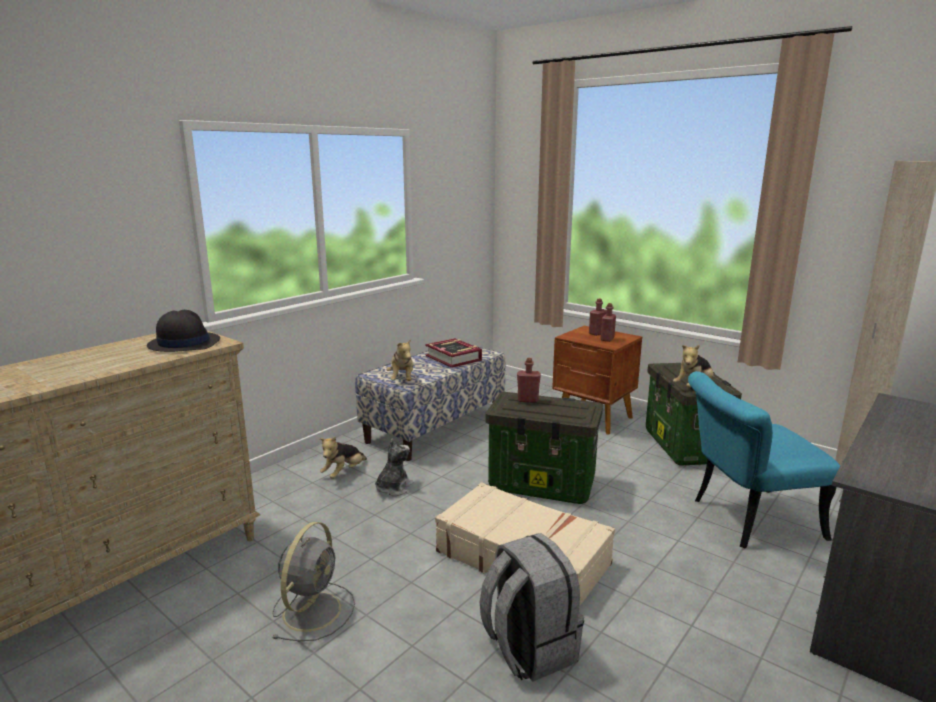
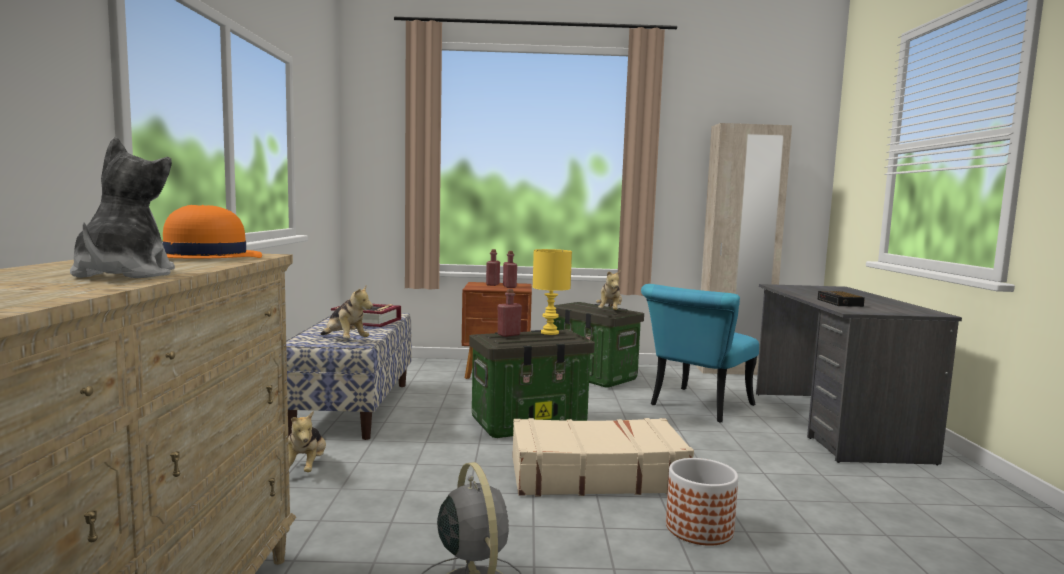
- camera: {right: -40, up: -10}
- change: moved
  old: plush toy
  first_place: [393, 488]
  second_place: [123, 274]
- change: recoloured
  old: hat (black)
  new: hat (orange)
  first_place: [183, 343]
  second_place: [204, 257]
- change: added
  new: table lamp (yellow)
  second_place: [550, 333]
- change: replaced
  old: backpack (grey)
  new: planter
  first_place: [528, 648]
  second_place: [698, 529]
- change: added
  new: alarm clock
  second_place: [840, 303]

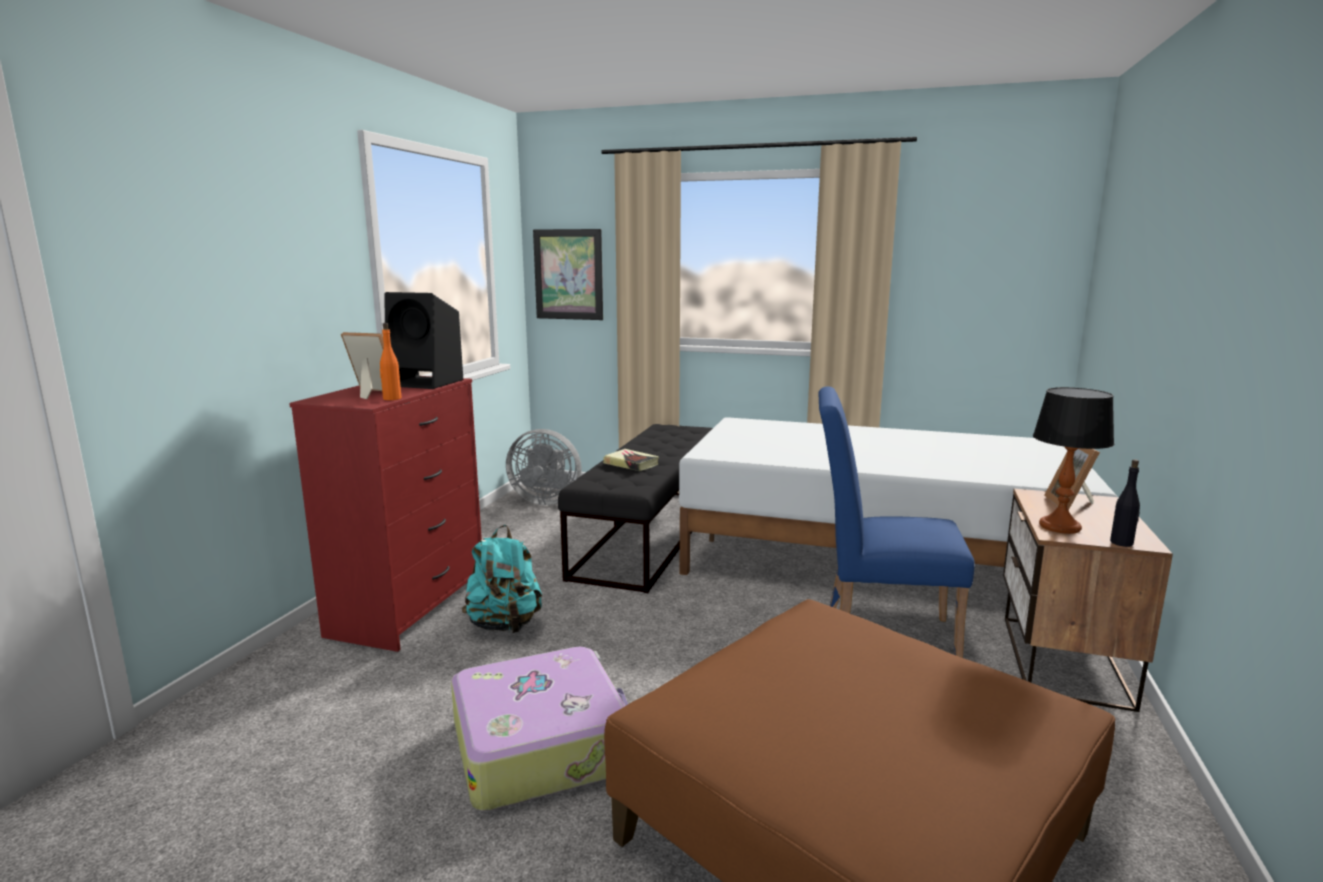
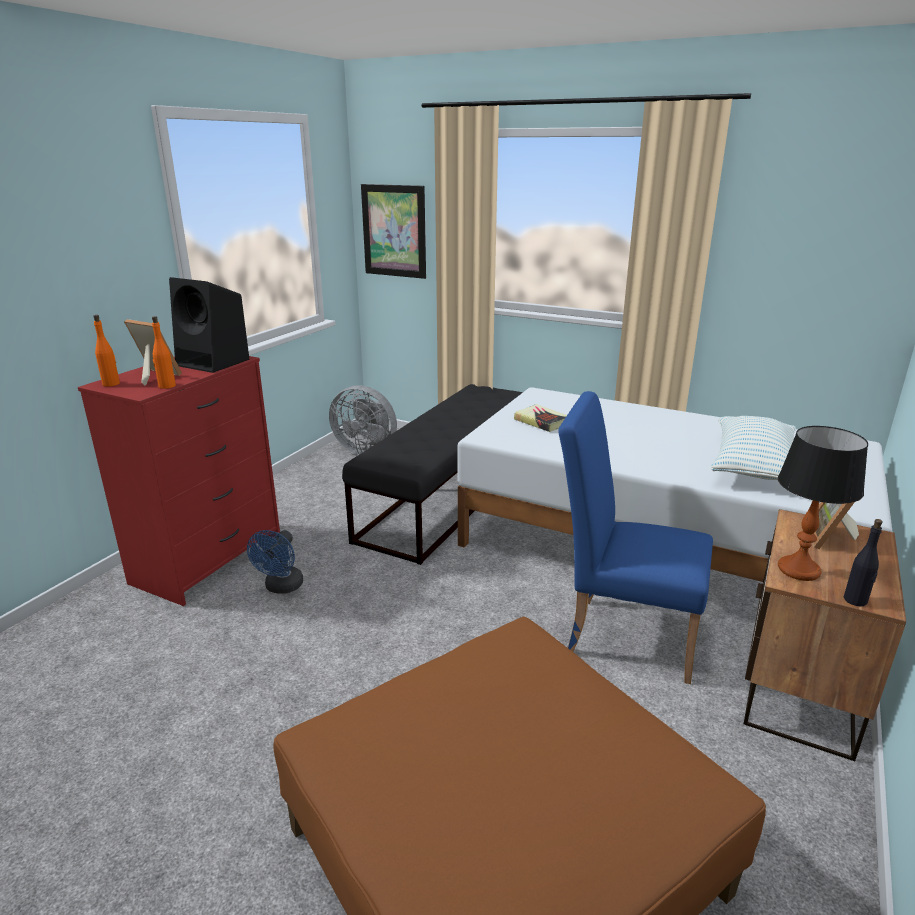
- camera: {right: 10, up: 10}
- change: added
  new: bottle (orange)
  second_place: [111, 384]
- change: replaced
  old: backpack (turquoise)
  new: fan (blue)
  first_place: [505, 625]
  second_place: [281, 587]
- change: moved
  old: book
  first_place: [631, 464]
  second_place: [541, 422]
- change: added
  new: pillow
  second_place: [752, 465]
- change: removed
  old: suitcase
  first_place: [542, 744]

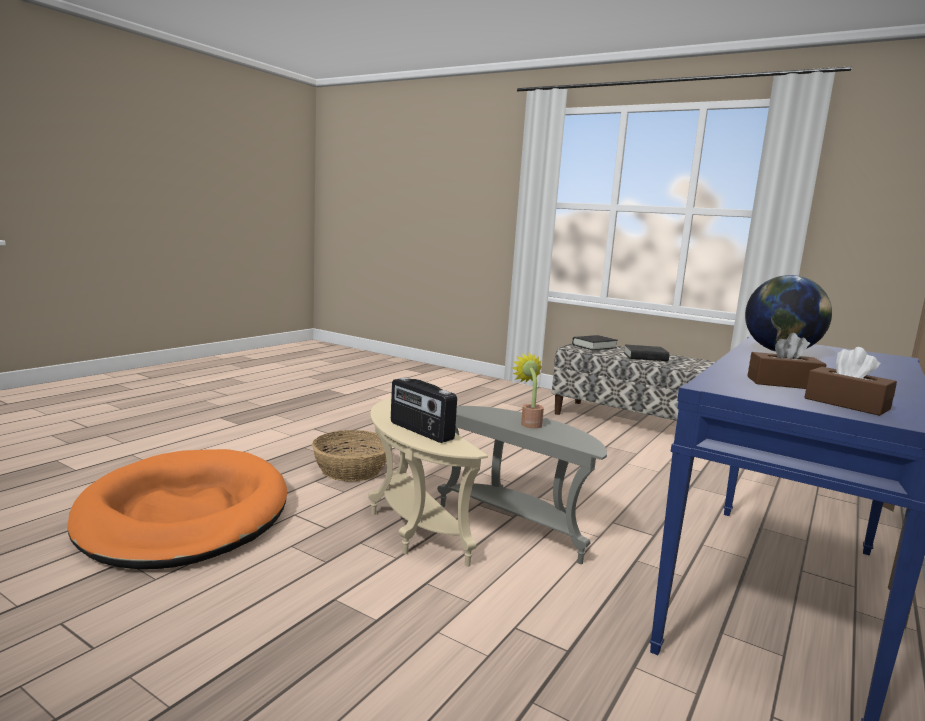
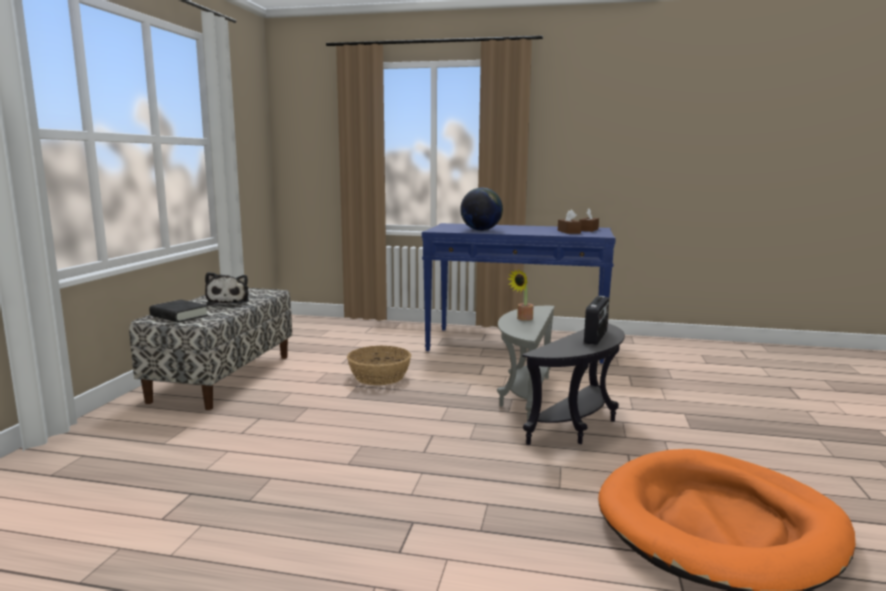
- camera: {right: -110, up: 0}
- change: replaced
  old: book (black)
  new: plush toy
  first_place: [645, 357]
  second_place: [228, 301]
- change: moved
  old: basket
  first_place: [352, 470]
  second_place: [379, 377]
- change: recoloured
  old: side table (beige)
  new: side table (black)
  first_place: [410, 528]
  second_place: [579, 426]

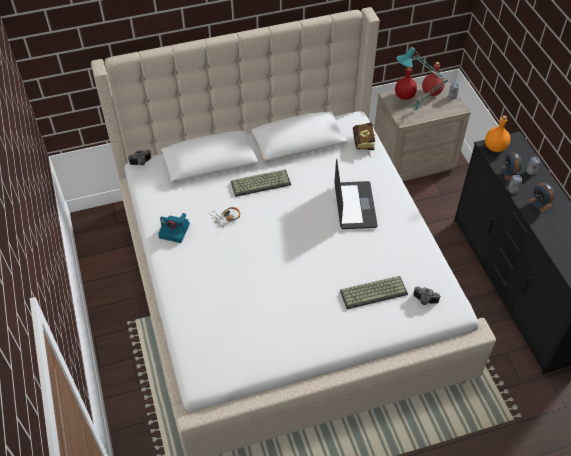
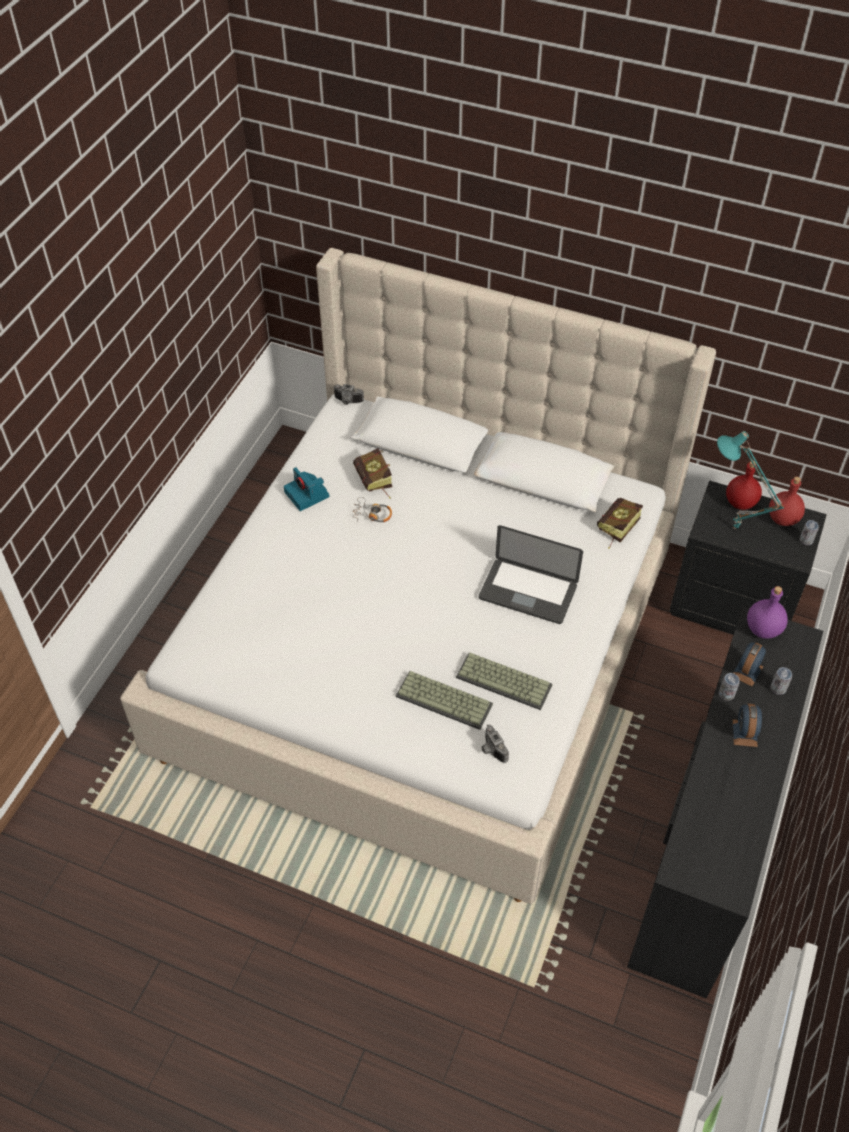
- camera: {right: 40, up: 0}
- change: added
  new: book
  second_place: [375, 483]
- change: moved
  old: keyboard
  first_place: [261, 182]
  second_place: [505, 680]
- change: turned
  old: laptop
  first_place: [355, 206]
  second_place: [528, 592]
  degrees: 75
- change: recoloured
  old: nightstand (beige)
  new: nightstand (black)
  first_place: [412, 160]
  second_place: [732, 604]
- change: recoloured
  old: bottle (orange)
  new: bottle (purple)
  first_place: [495, 148]
  second_place: [763, 630]

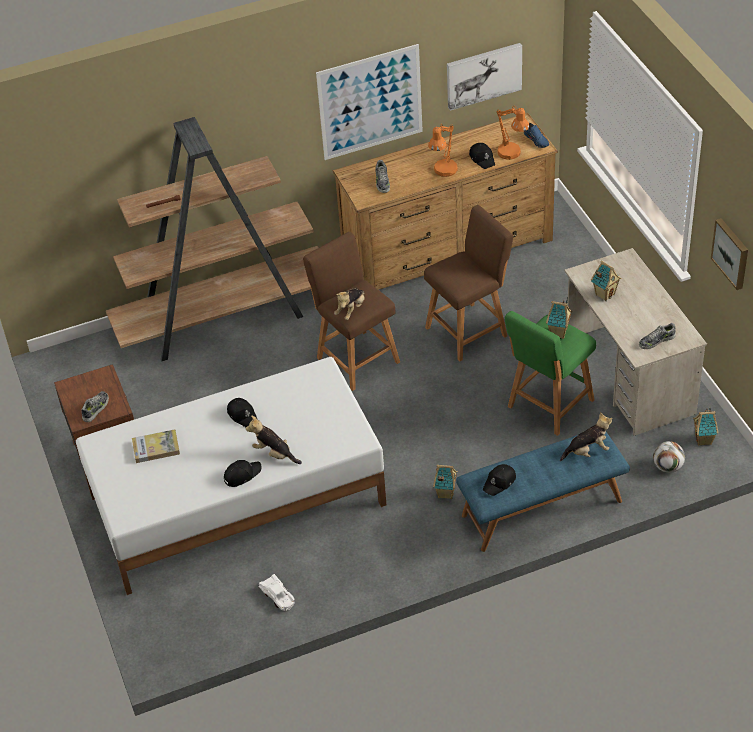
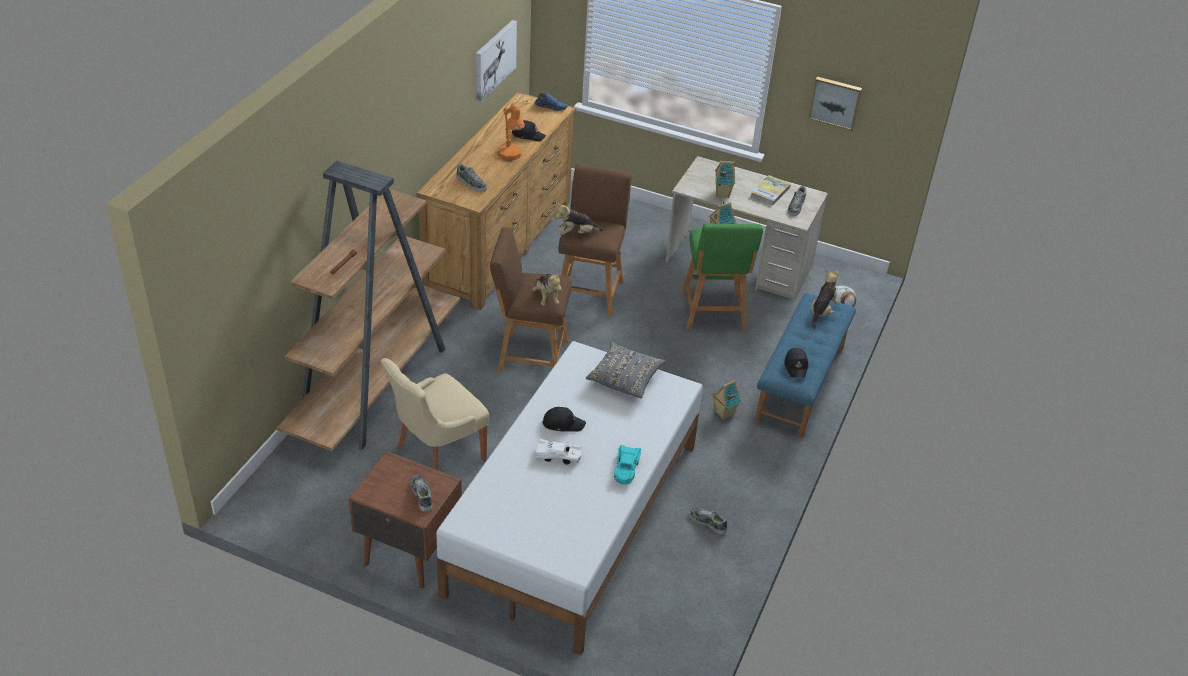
- camera: {right: -50, up: -5}
- change: added
  new: chair (beige)
  second_place: [437, 455]
- change: moved
  old: toy car (white)
  first_place: [278, 596]
  second_place: [558, 456]
- change: moved
  old: plush toy
  first_place: [274, 453]
  second_place: [576, 234]
- change: added
  new: pillow (grey)
  second_place: [625, 379]
- change: replaced
  old: cap (black)
  new: toy car (turquoise)
  first_place: [242, 475]
  second_place: [626, 468]
- change: added
  new: shoe
  second_place: [708, 522]
- change: moved
  old: book
  first_place: [156, 448]
  second_place: [770, 192]
- change: removed
  old: picture
  first_place: [370, 102]
- change: removed
  old: table lamp (orange)
  first_place: [512, 154]
- change: removed
  old: toy house
  first_place: [704, 440]

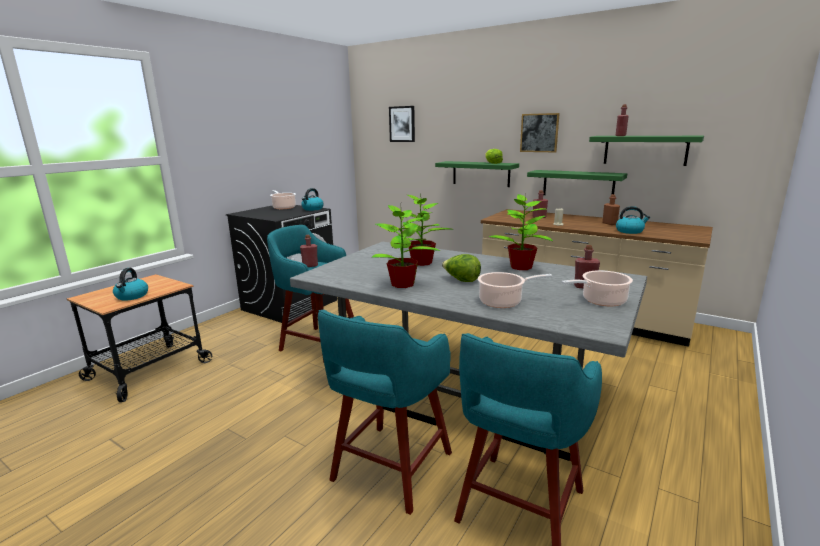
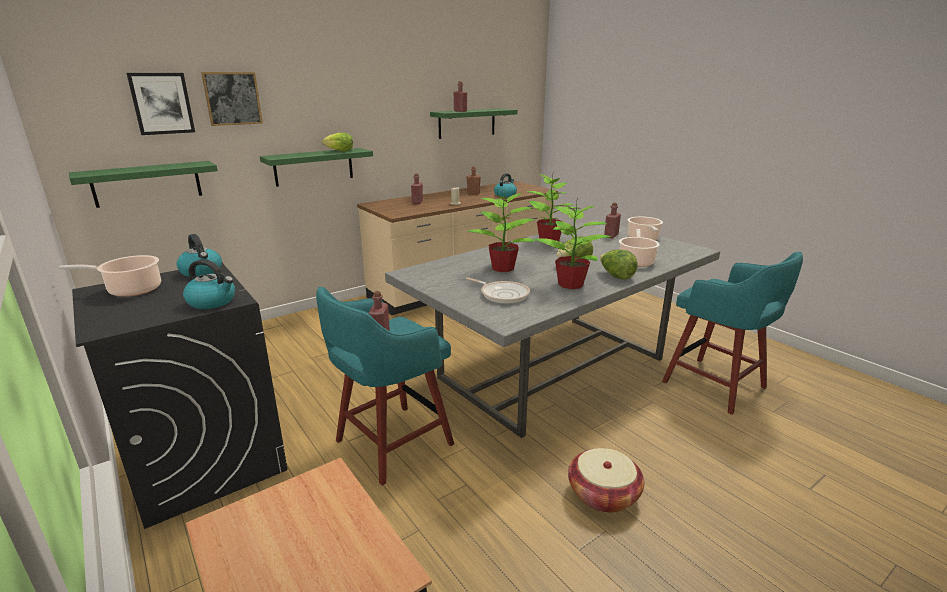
- camera: {right: -70, up: 5}
- change: moved
  old: shelf (green)
  first_place: [578, 184]
  second_place: [147, 183]
- change: moved
  old: kettle
  first_place: [132, 296]
  second_place: [213, 302]
- change: moved
  old: picture
  first_place: [539, 133]
  second_place: [232, 98]
- change: added
  new: frying pan
  second_place: [502, 294]
- change: added
  new: basket
  second_place: [603, 494]
- change: added
  new: lettuce
  second_place: [616, 276]
- change: removed
  old: stool (turquoise)
  first_place: [390, 468]

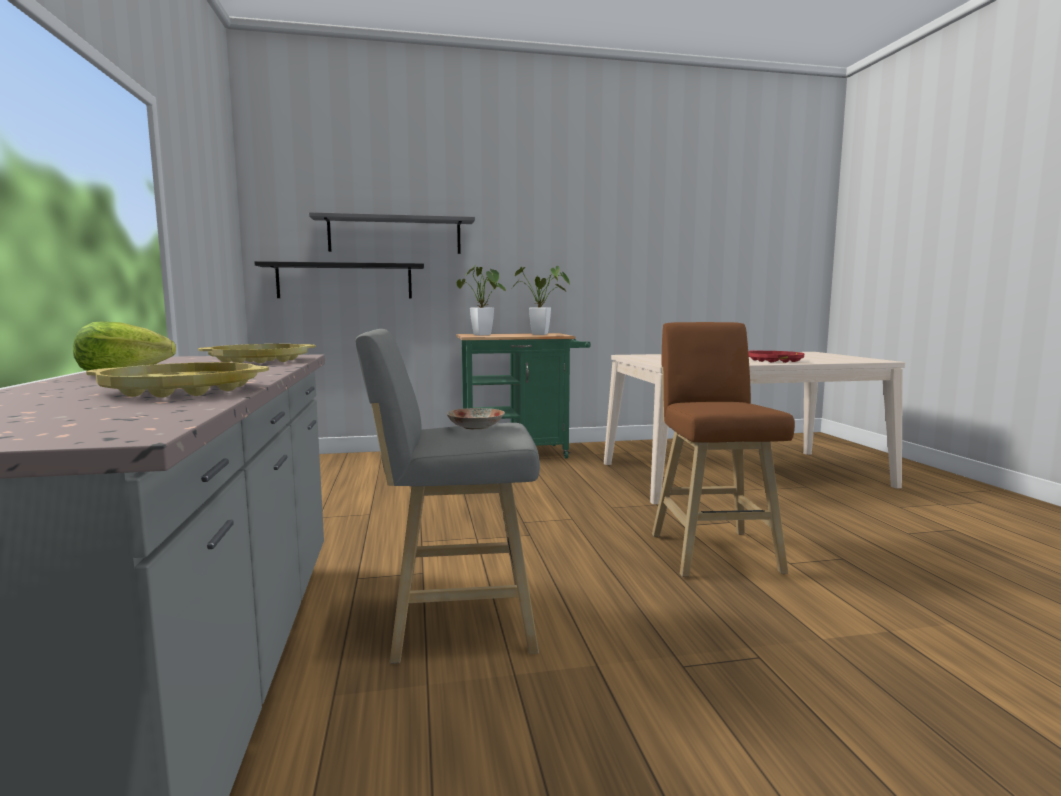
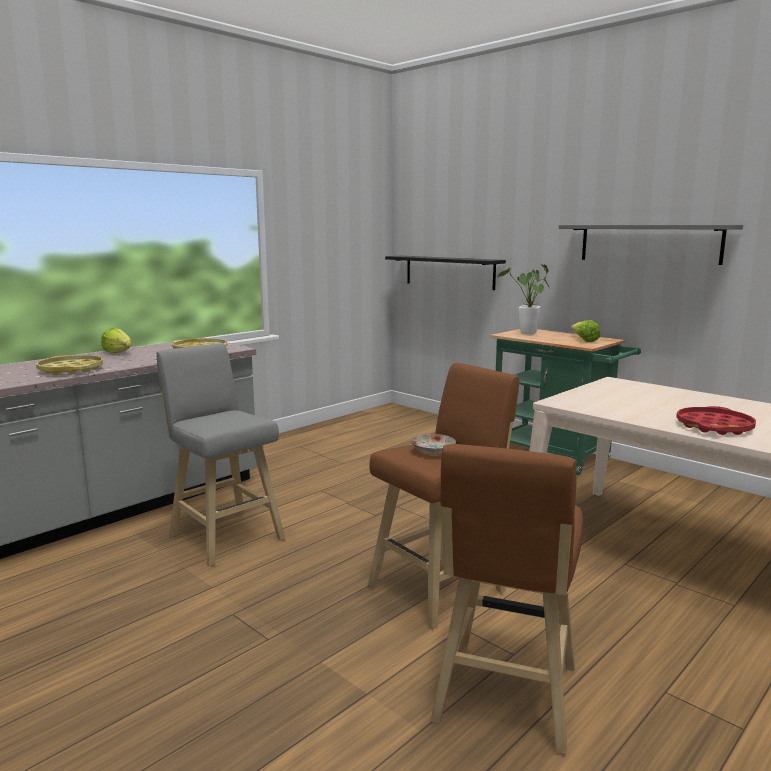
- camera: {right: 55, up: 5}
- change: moved
  old: plate
  first_place: [475, 427]
  second_place: [432, 451]
- change: added
  new: stool (brown)
  second_place: [504, 699]
- change: moved
  old: shelf (grey)
  first_place: [395, 235]
  second_place: [649, 243]
- change: replaced
  old: potted plant
  new: lettuce
  first_place: [544, 334]
  second_place: [584, 340]

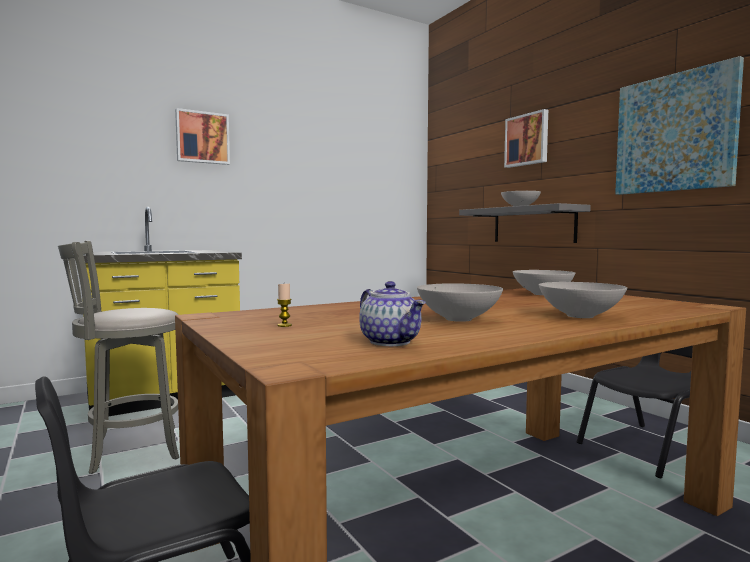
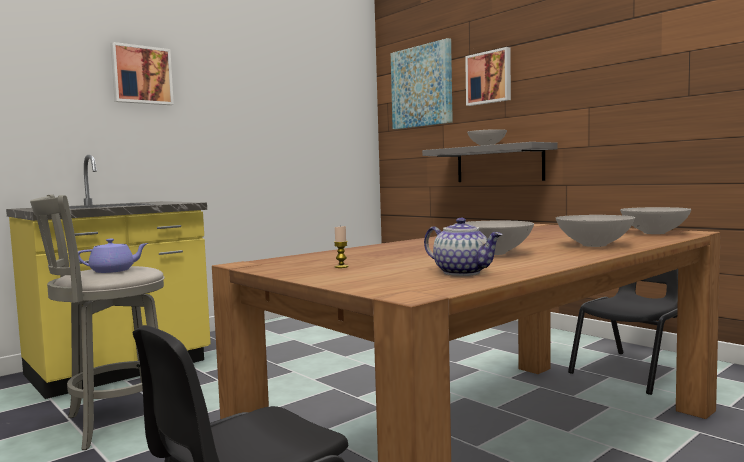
- camera: {right: -10, up: 0}
- change: added
  new: teapot (purple)
  second_place: [113, 271]
- change: moved
  old: picture
  first_place: [675, 133]
  second_place: [422, 86]
- change: moved
  old: bowl (white)
  first_place: [541, 294]
  second_place: [653, 233]

